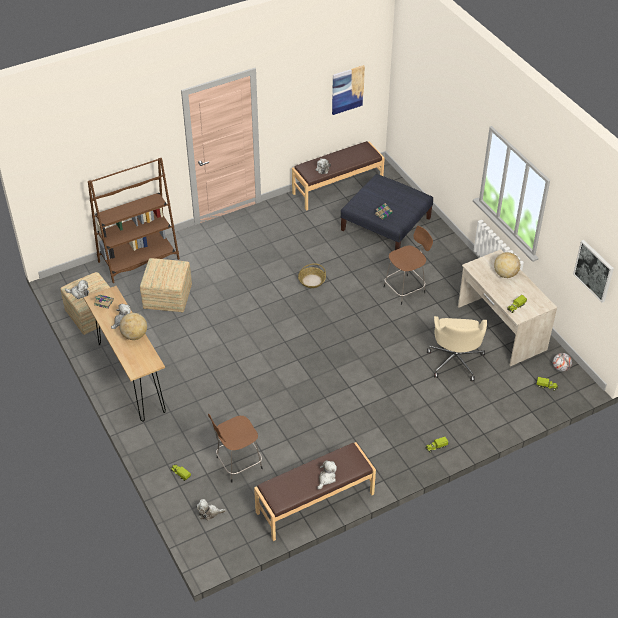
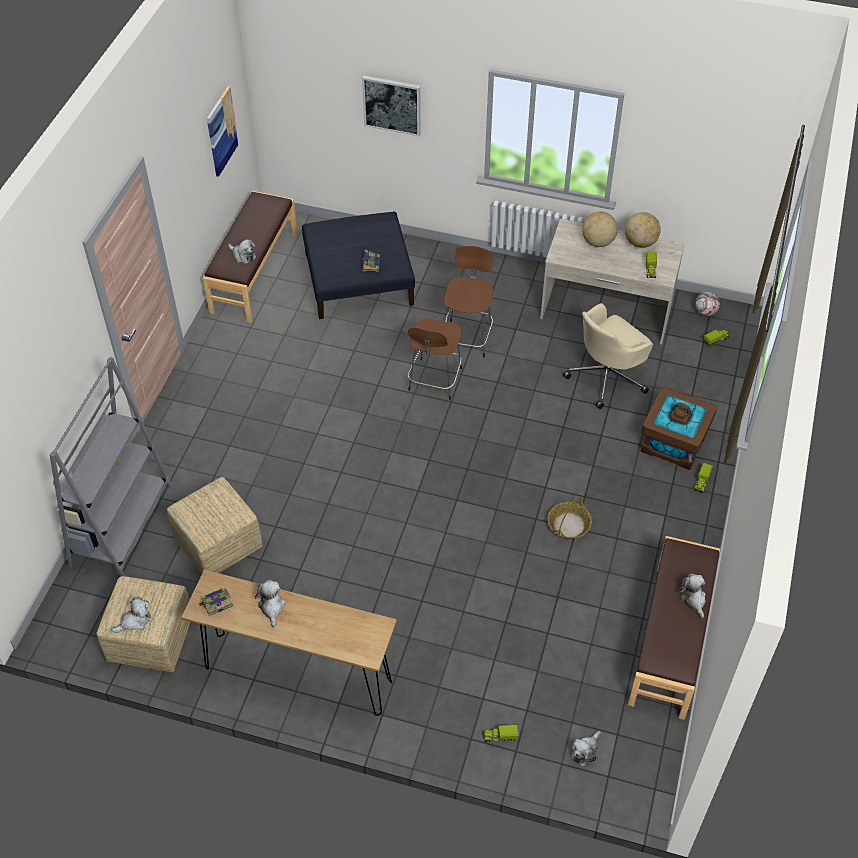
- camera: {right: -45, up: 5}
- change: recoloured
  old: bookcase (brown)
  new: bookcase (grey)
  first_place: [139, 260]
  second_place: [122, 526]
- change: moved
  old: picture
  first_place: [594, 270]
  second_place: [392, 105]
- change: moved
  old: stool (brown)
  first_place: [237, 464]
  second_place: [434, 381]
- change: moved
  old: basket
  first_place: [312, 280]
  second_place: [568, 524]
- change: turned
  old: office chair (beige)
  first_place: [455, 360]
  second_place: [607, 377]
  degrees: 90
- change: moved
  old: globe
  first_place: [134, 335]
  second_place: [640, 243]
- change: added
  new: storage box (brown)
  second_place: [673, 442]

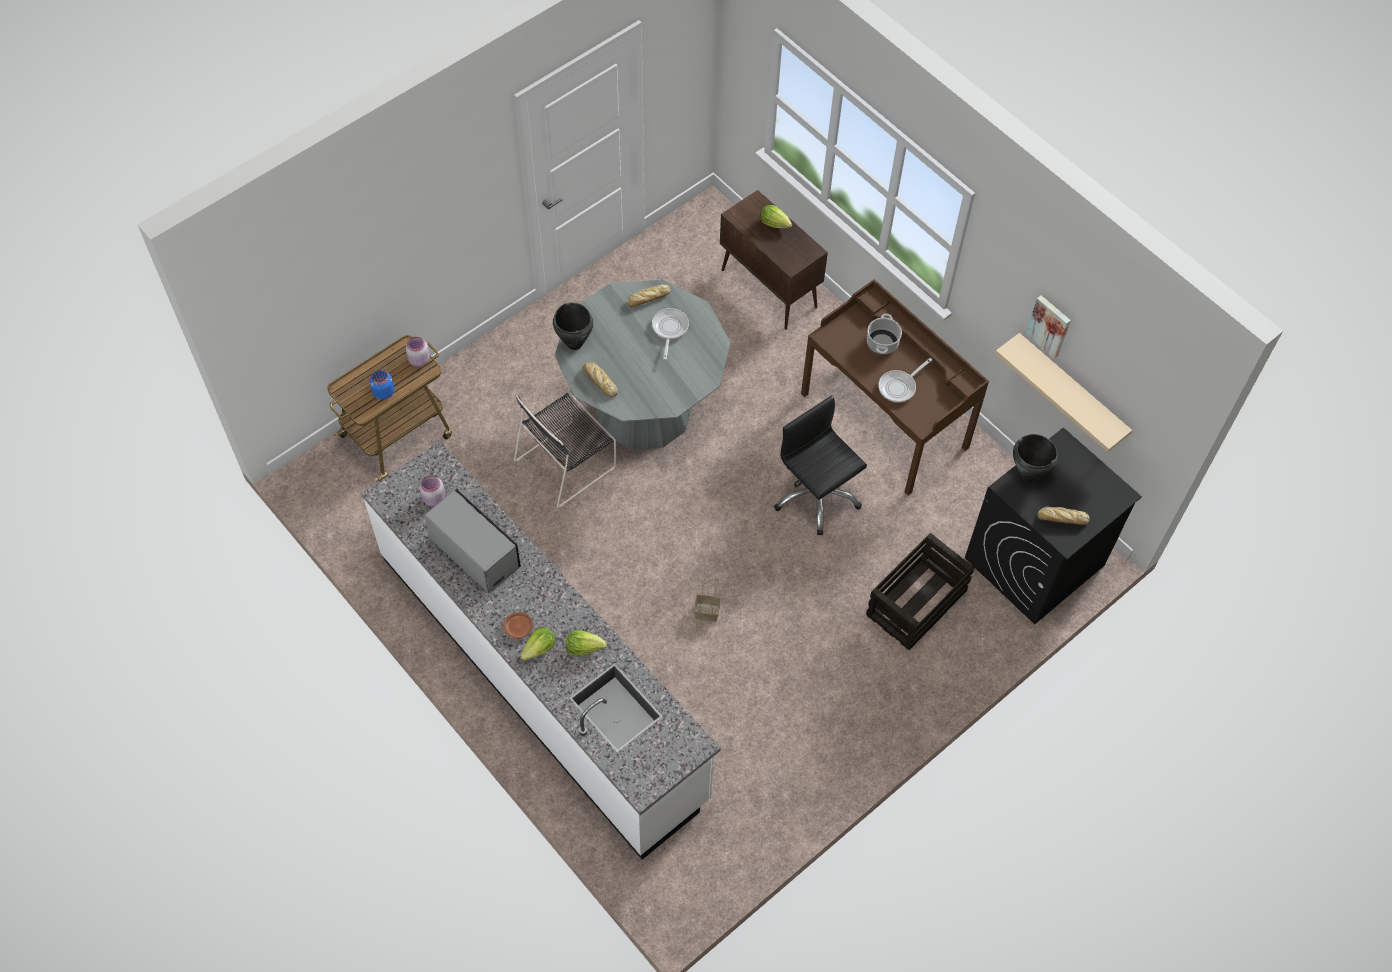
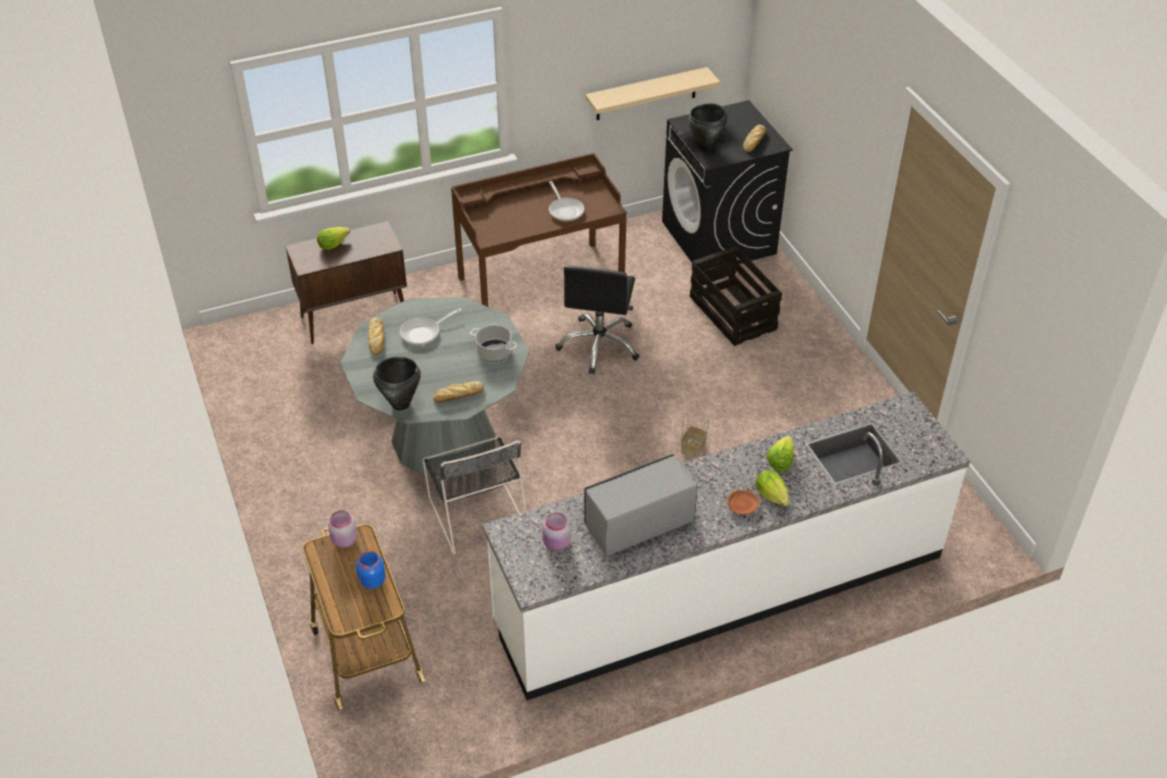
- camera: {right: -70, up: -15}
- change: turned
  old: frying pan
  first_place: [669, 329]
  second_place: [423, 333]
  degrees: -60
- change: moved
  old: cooking pot
  first_place: [882, 343]
  second_place: [494, 352]
- change: turned
  old: office chair (black)
  first_place: [816, 496]
  second_place: [599, 345]
  degrees: -60
- change: removed
  old: picture
  first_place: [1049, 325]

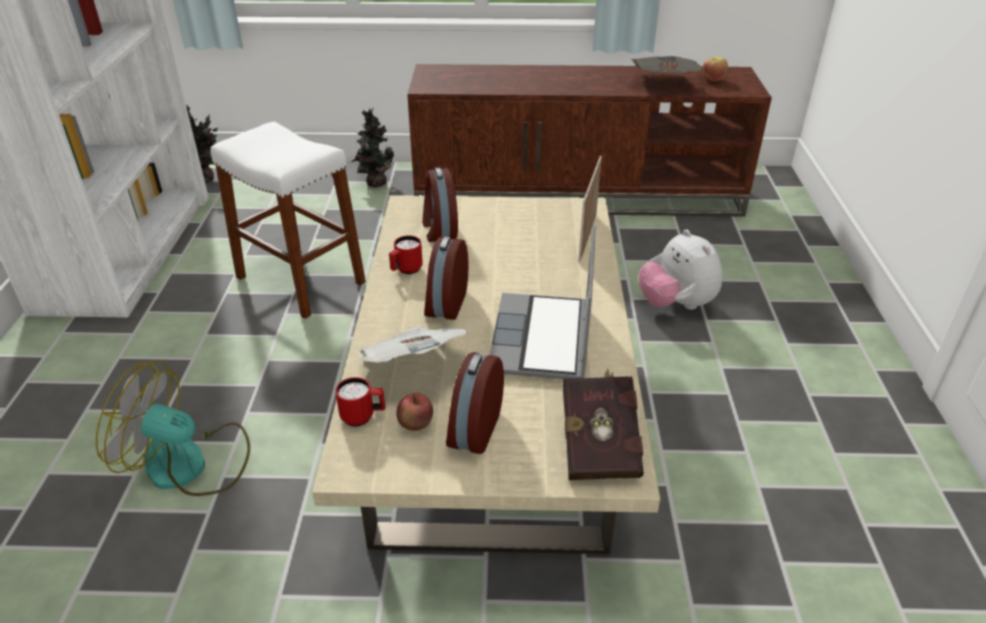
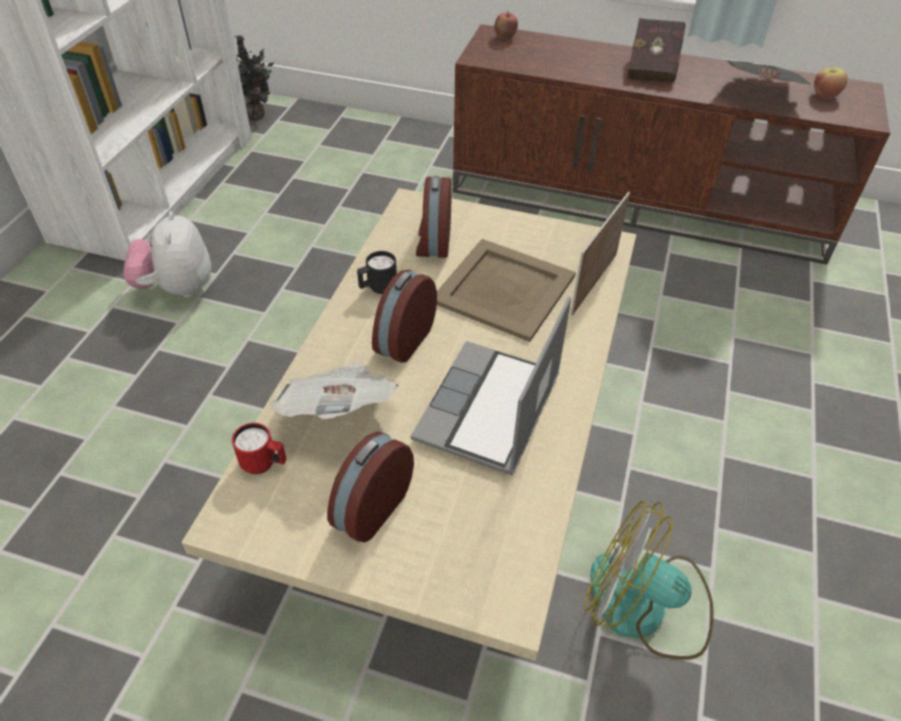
- camera: {right: 15, up: 10}
- change: moved
  old: plush toy
  first_place: [676, 304]
  second_place: [177, 288]
- change: recoloured
  old: mug (red)
  new: mug (black)
  first_place: [406, 270]
  second_place: [378, 288]
- change: added
  new: tray (beige)
  second_place: [505, 289]
- change: moved
  old: apple
  first_place: [415, 426]
  second_place: [505, 37]
- change: moved
  old: fan
  first_place: [190, 465]
  second_place: [645, 607]
- change: moved
  old: book (red)
  first_place: [599, 443]
  second_place: [653, 67]
- change: removed
  old: stool (white)
  first_place: [300, 280]
- change: removed
  old: potted plant
  first_place: [375, 183]

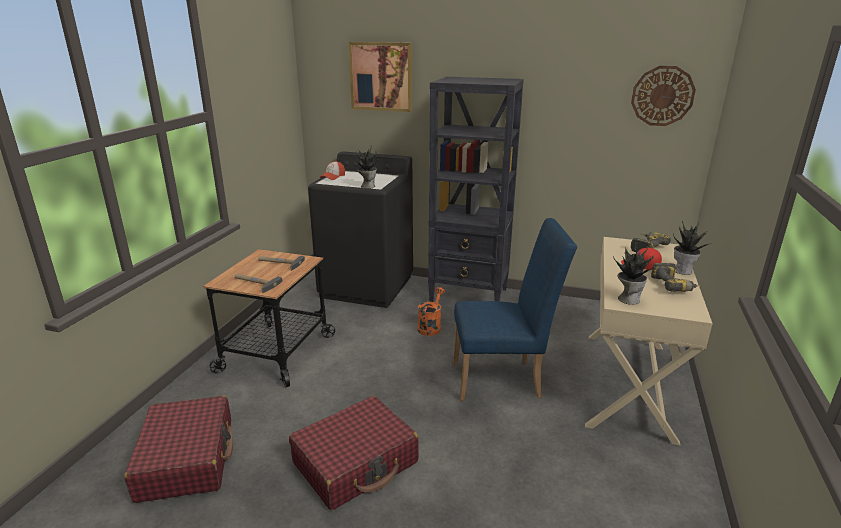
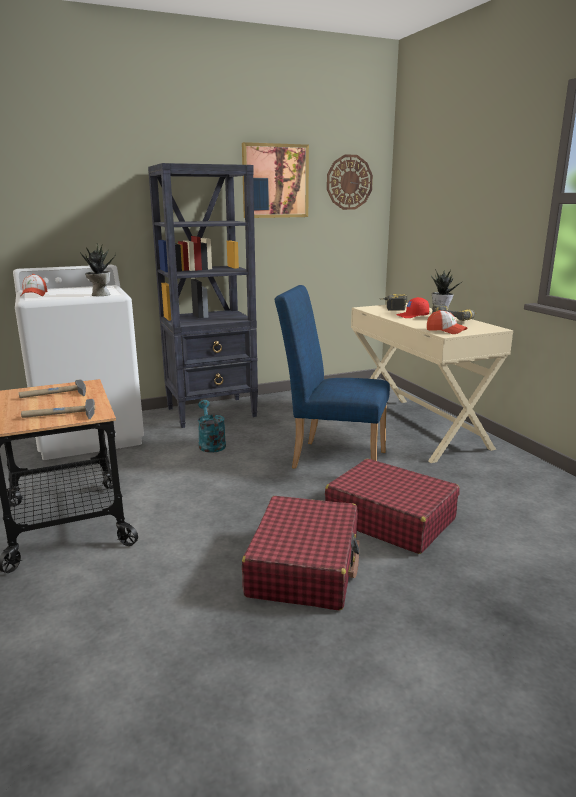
- camera: {right: -40, up: -5}
- change: recoloured
  old: washing machine (black)
  new: washing machine (white)
  first_place: [367, 286]
  second_place: [90, 434]
- change: recoloured
  old: watering can (orange)
  new: watering can (turquoise)
  first_place: [430, 326]
  second_place: [210, 444]
- change: moved
  old: picture
  first_place: [381, 76]
  second_place: [275, 181]
- change: turned
  old: chair (blue)
  first_place: [503, 379]
  second_place: [332, 457]
  degrees: -120
- change: moved
  old: suitcase (red)
  first_place: [187, 459]
  second_place: [389, 519]
- change: replaced
  old: potted plant
  new: cap
  first_place: [628, 299]
  second_place: [446, 331]

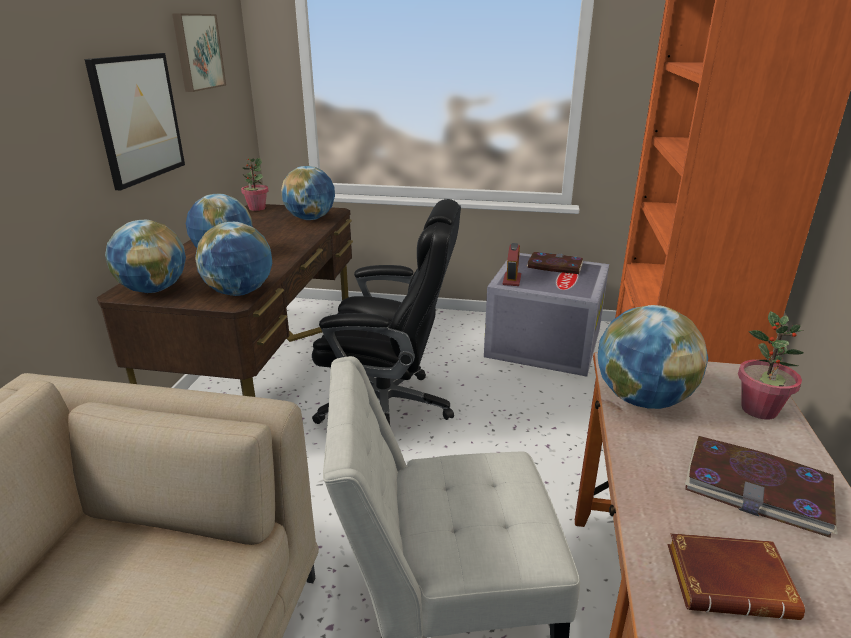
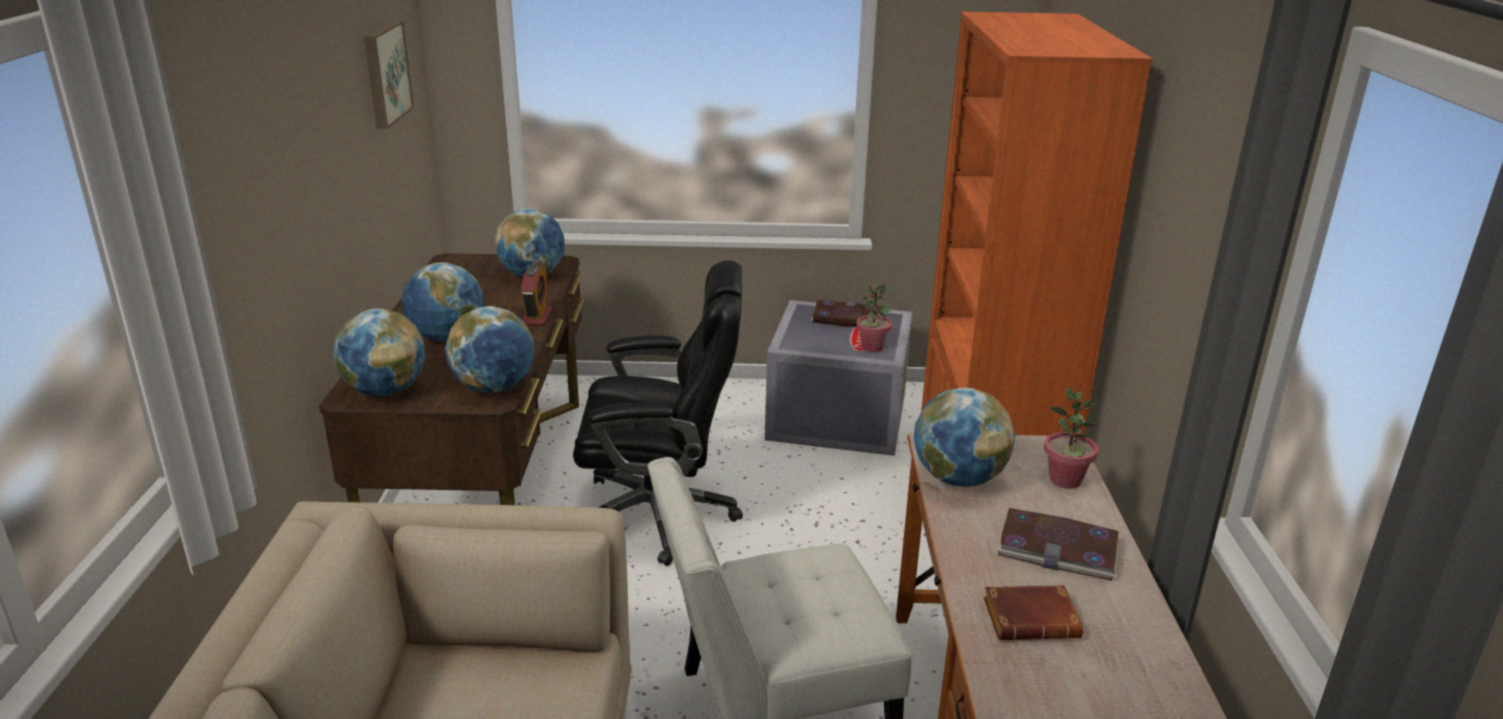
- camera: {right: -10, up: 0}
- change: moved
  old: alarm clock
  first_place: [511, 280]
  second_place: [536, 317]
- change: moved
  old: potted plant
  first_place: [257, 208]
  second_place: [872, 347]
- change: removed
  old: picture
  first_place: [138, 118]

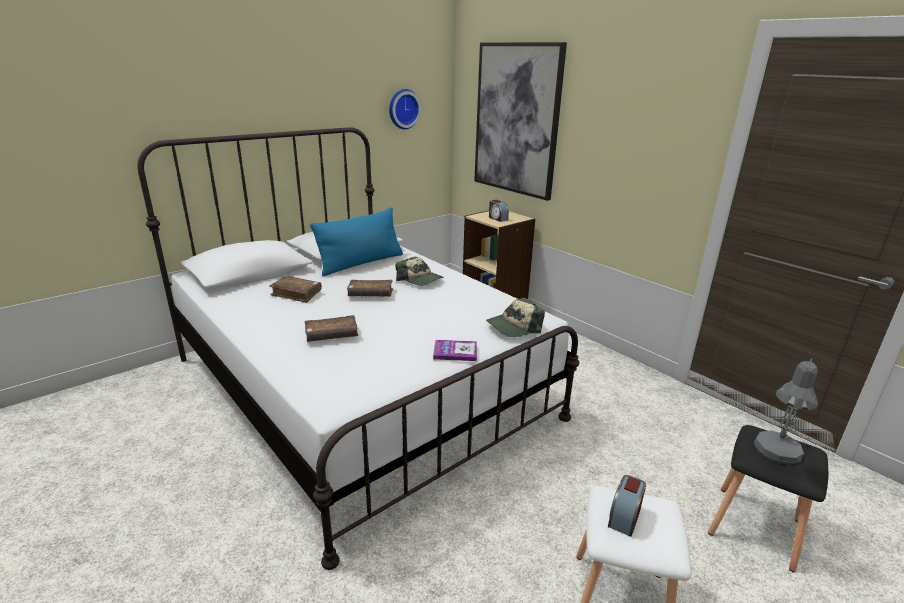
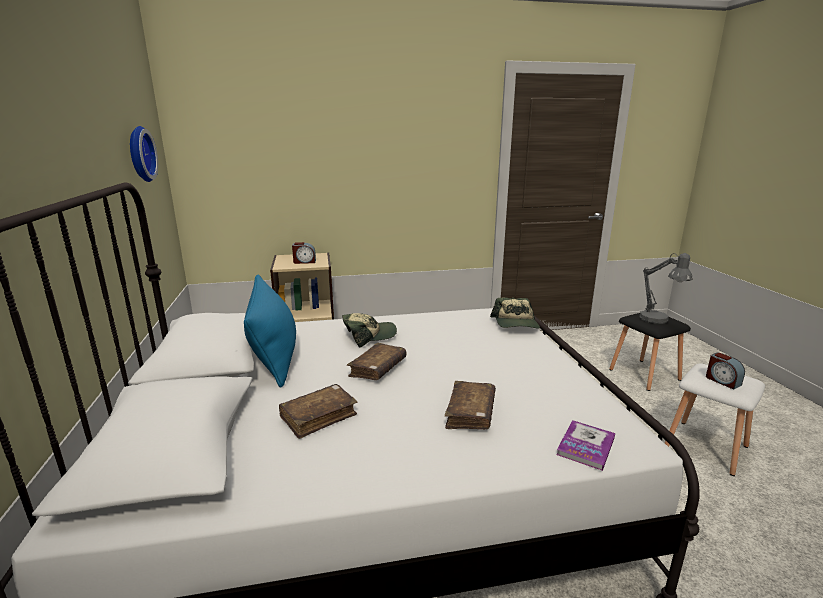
- camera: {right: -60, up: -5}
- change: moved
  old: book
  first_place: [455, 352]
  second_place: [586, 446]
- change: removed
  old: picture
  first_place: [516, 120]

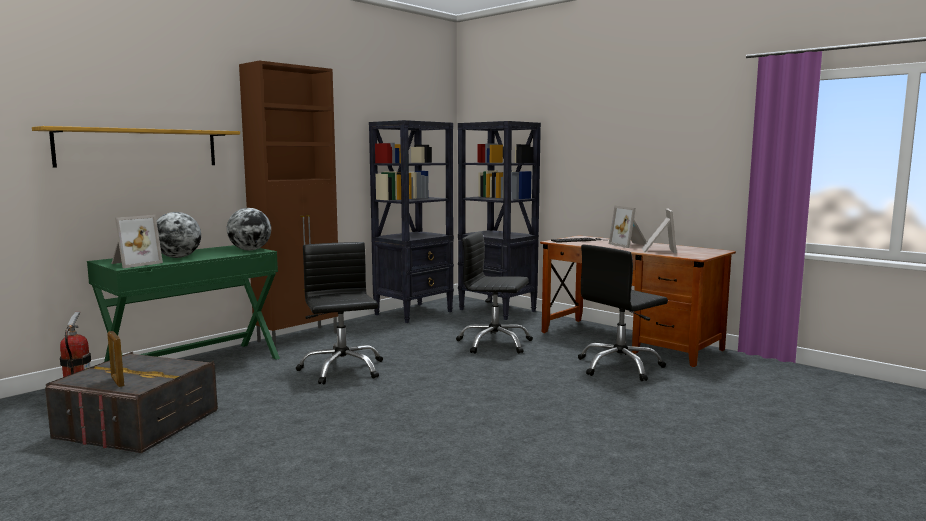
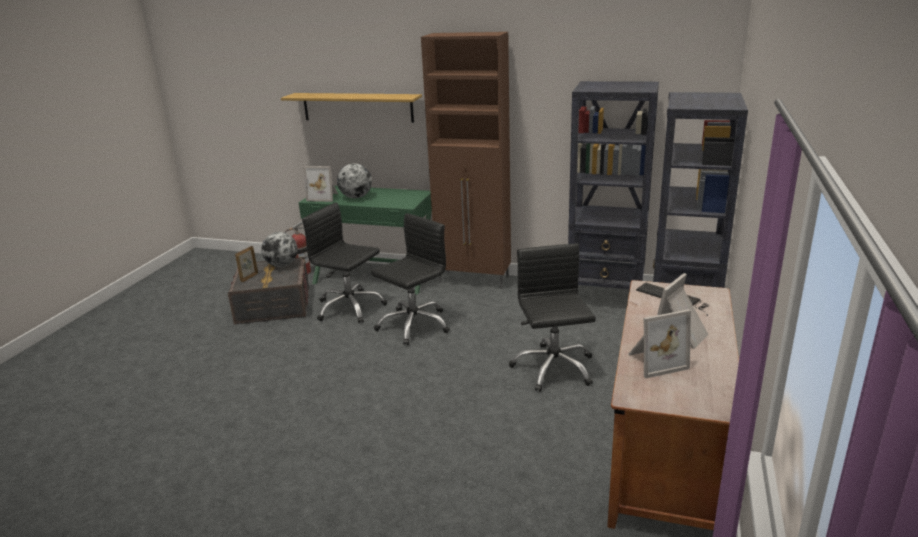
- camera: {right: 65, up: 15}
- change: moved
  old: globe
  first_place: [250, 250]
  second_place: [282, 265]
- change: moved
  old: office chair (black)
  first_place: [619, 367]
  second_place: [349, 307]

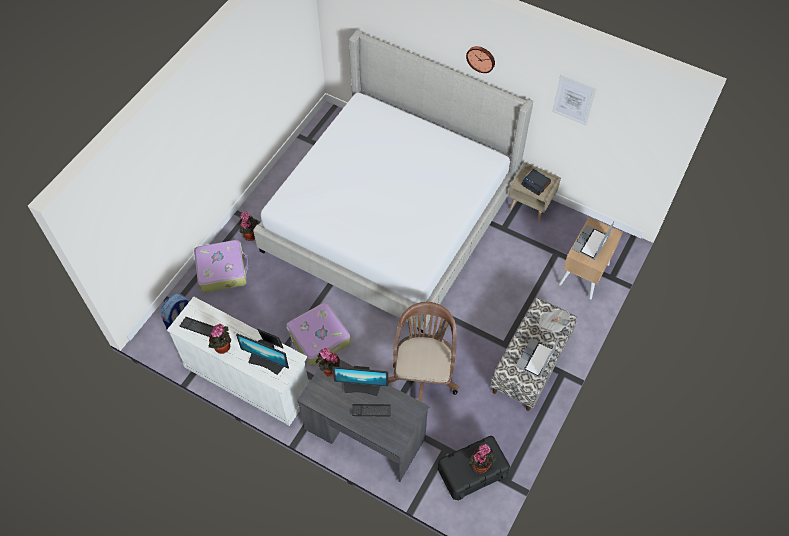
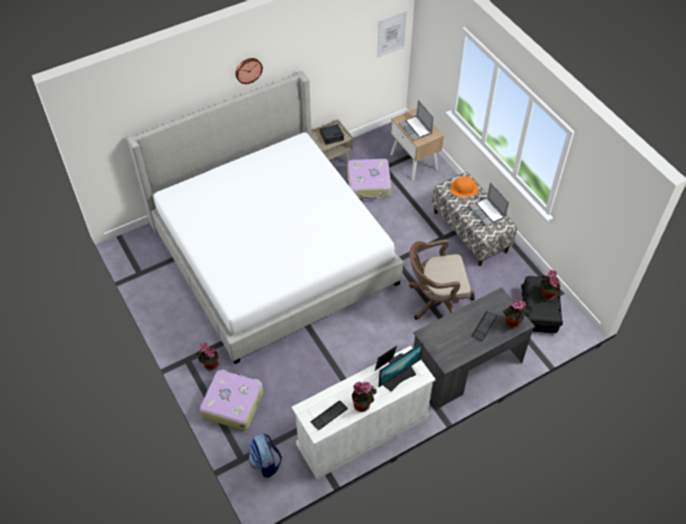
- camera: {right: -60, up: -5}
- change: moved
  old: suitcase
  first_place: [318, 339]
  second_place: [369, 184]
- change: moved
  old: picture
  first_place: [573, 100]
  second_place: [391, 34]
- change: turned
  old: office chair (brown)
  first_place: [423, 373]
  second_place: [436, 301]
  degrees: -45
- change: replaced
  old: newspaper
  new: hat (orange)
  first_place: [552, 324]
  second_place: [463, 188]
- change: moved
  old: potted plant
  first_place: [329, 370]
  second_place: [512, 323]
- change: removed
  old: monitor
  first_place: [361, 387]

